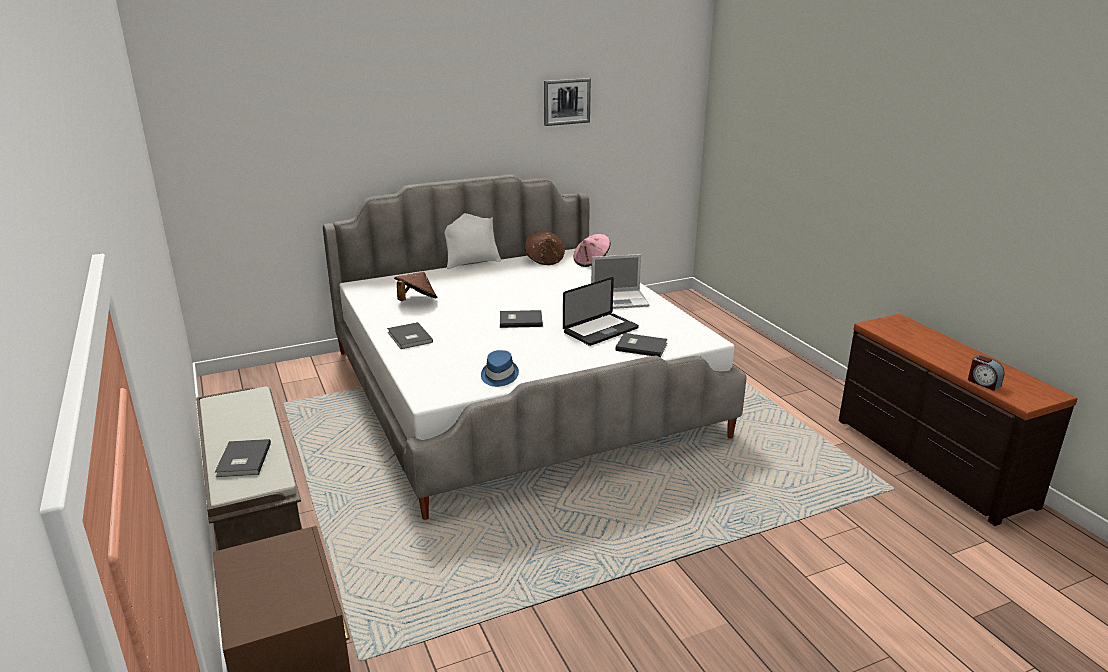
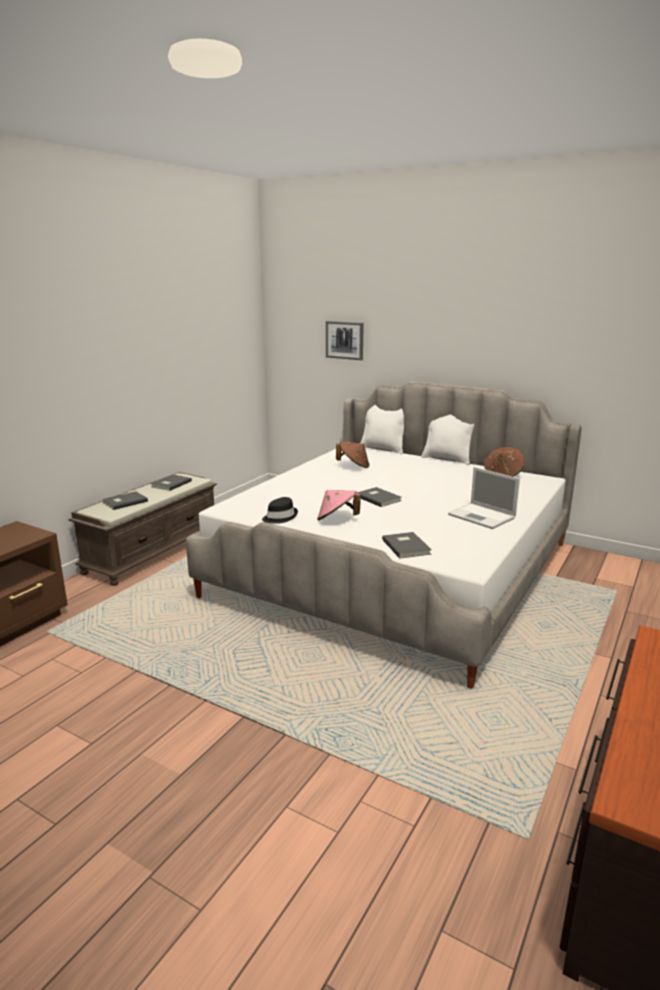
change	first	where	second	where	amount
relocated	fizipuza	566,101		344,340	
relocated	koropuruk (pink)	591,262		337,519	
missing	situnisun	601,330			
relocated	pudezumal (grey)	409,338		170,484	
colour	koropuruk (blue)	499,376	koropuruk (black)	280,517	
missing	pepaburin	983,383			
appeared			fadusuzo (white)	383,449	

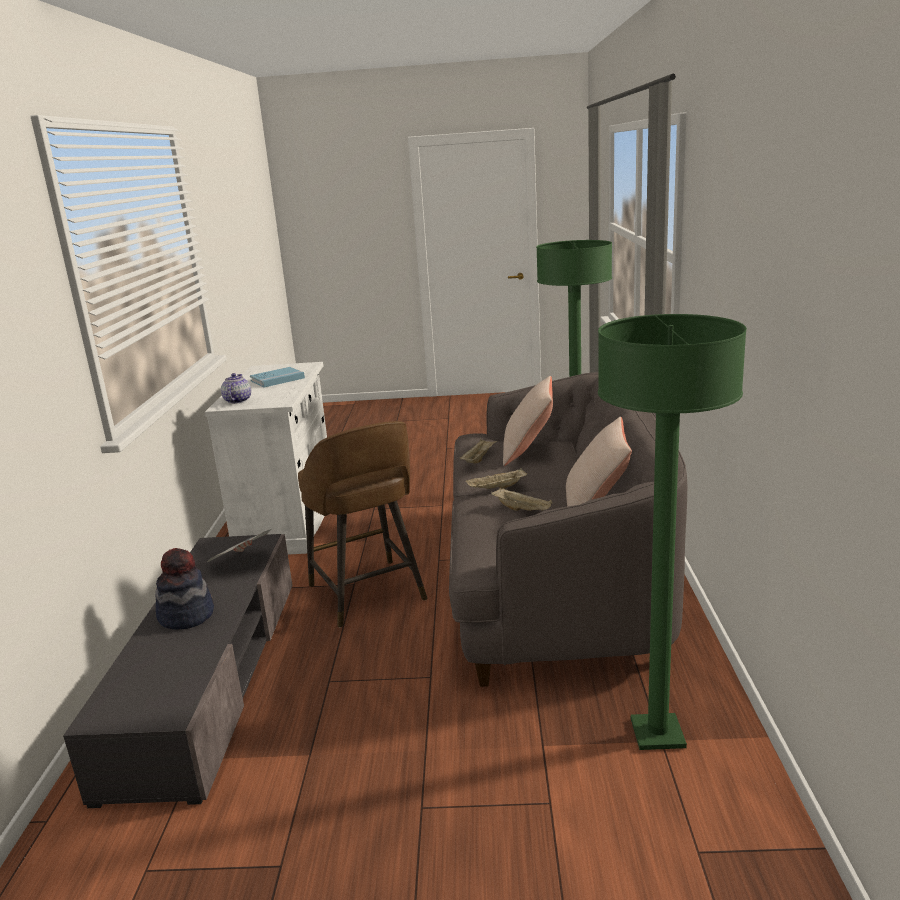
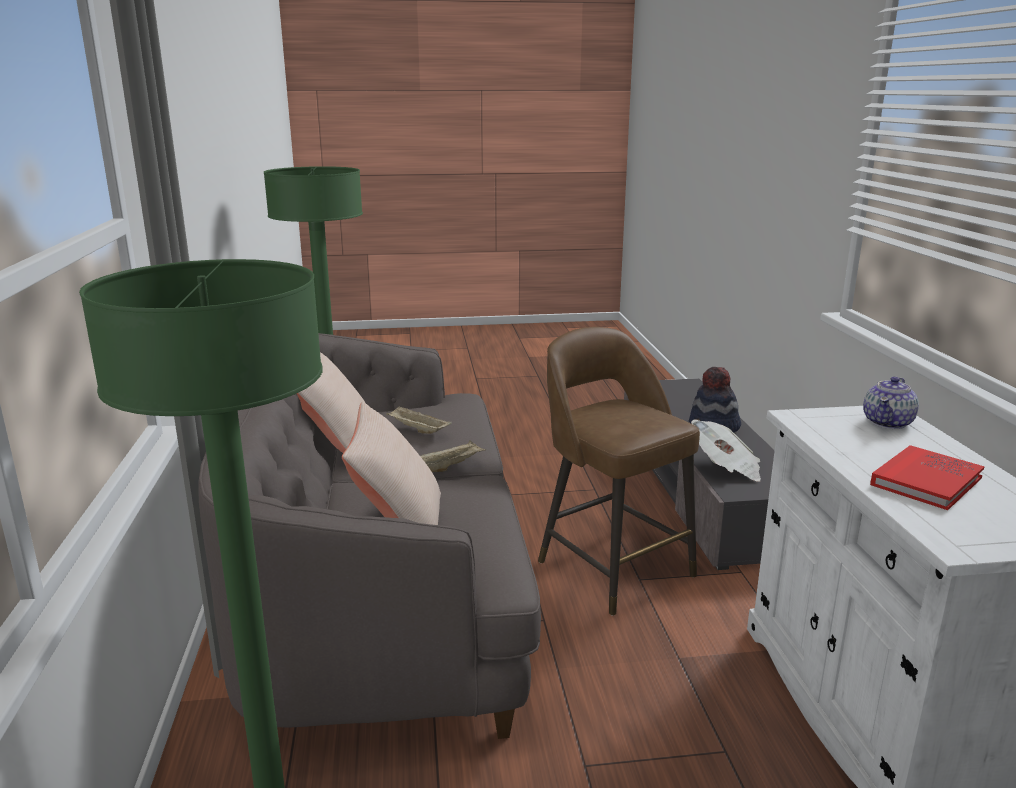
change	first	where	second	where	amount
colour	pudezumal (blue)	277,379	pudezumal (red)	926,481	
spun	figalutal	237,401		888,422	45 degrees clockwise
missing	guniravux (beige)	478,459			

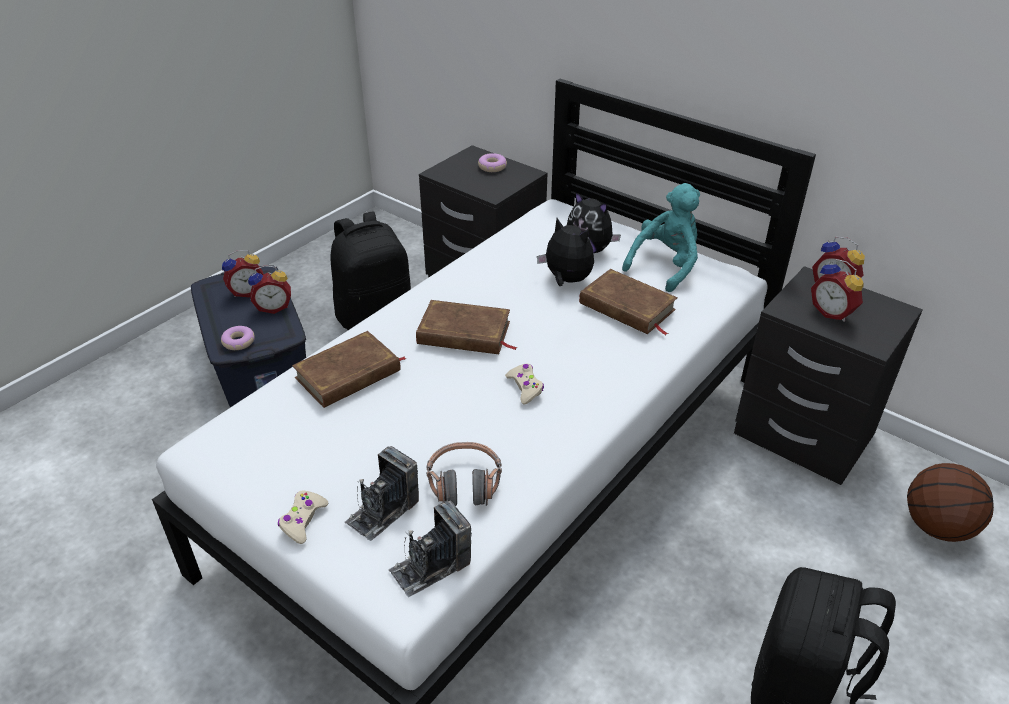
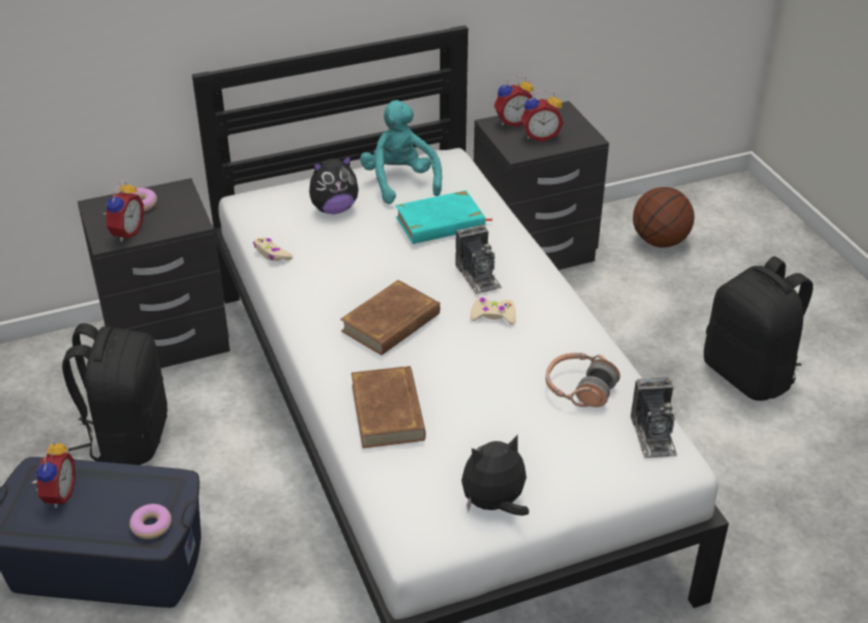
change	first	where	second	where	amount
relocated	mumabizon	566,280		494,504	
relocated	pepaburin	274,307		125,232	
colour	pudezumal (brown)	627,307	pudezumal (turquoise)	440,223	
relocated	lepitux	383,511		478,276	
relocated	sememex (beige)	303,520		272,254	

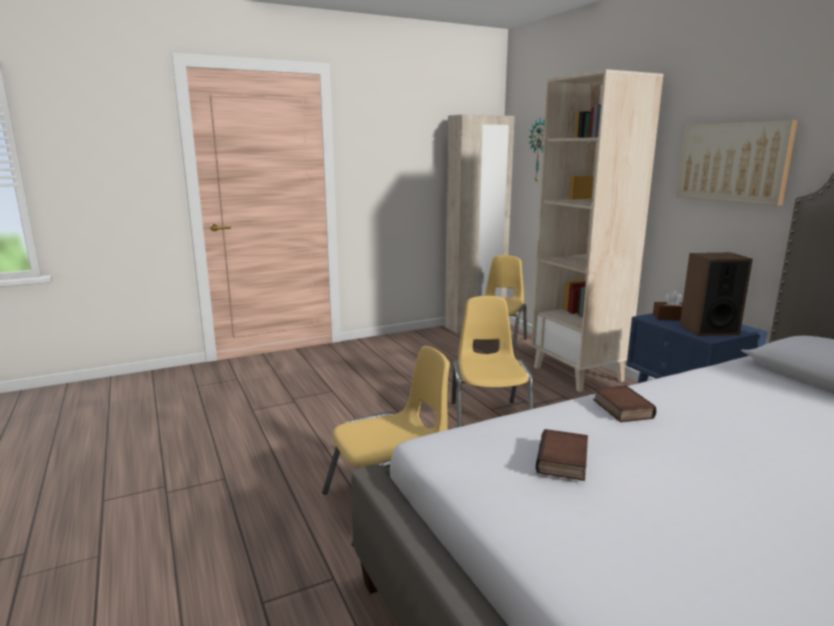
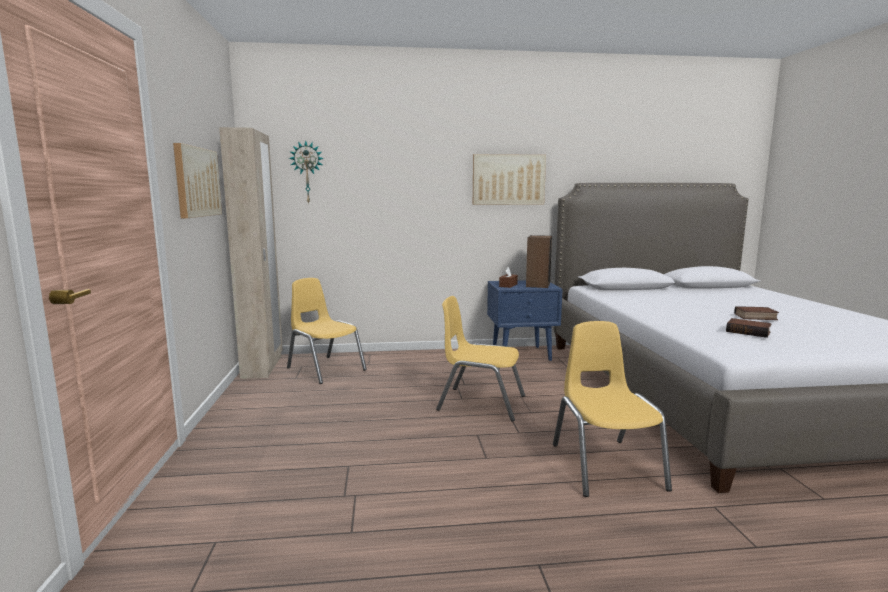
change	first	where	second	where	amount
missing	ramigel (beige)	578,374			
relocated	pudezumal	620,408		755,317	
appeared			fizipuza	196,182	

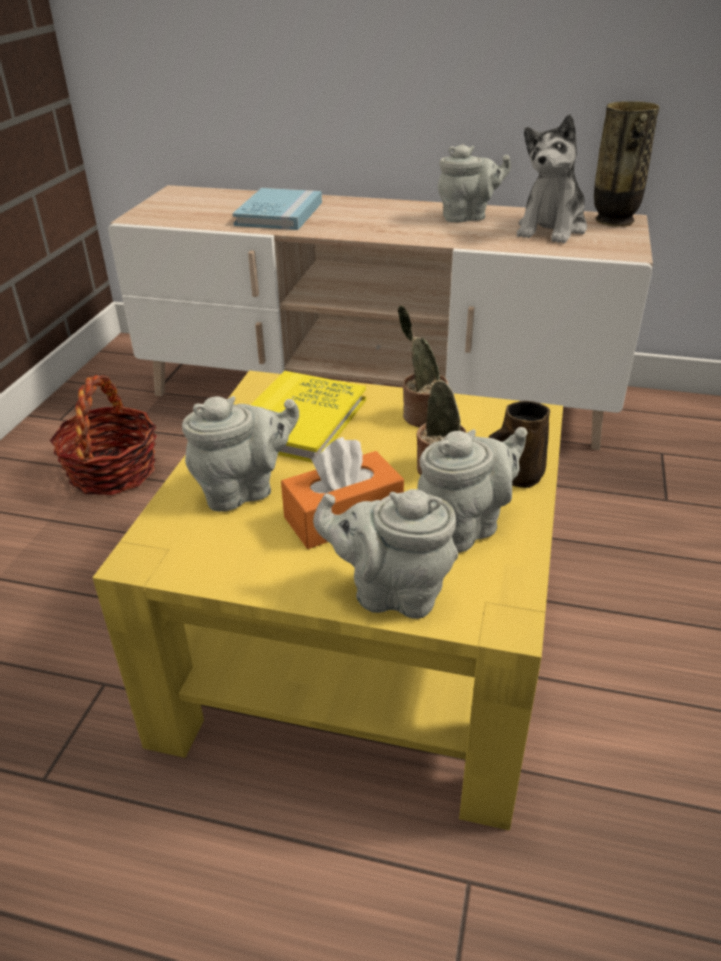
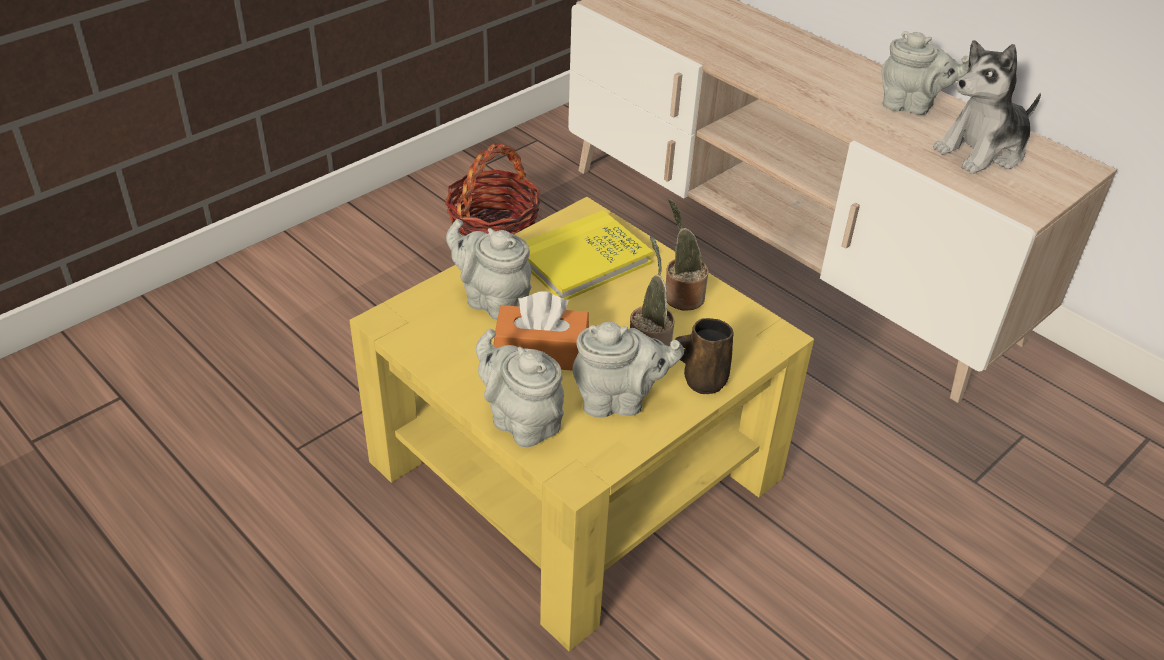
change	first	where	second	where	amount
missing	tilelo	613,221			
missing	pudezumal (blue)	279,213			
spun	figalutal (grey)	244,490		492,300	150 degrees counterclockwise

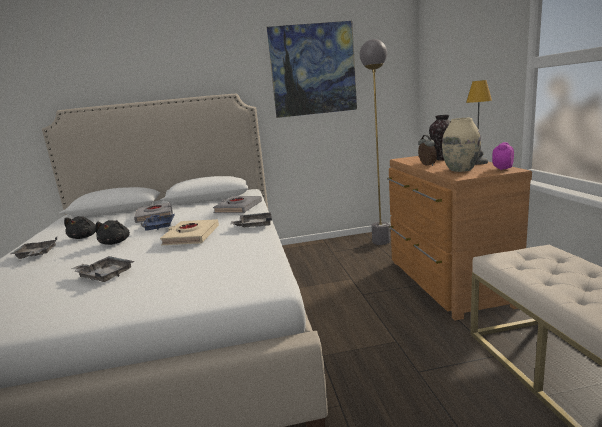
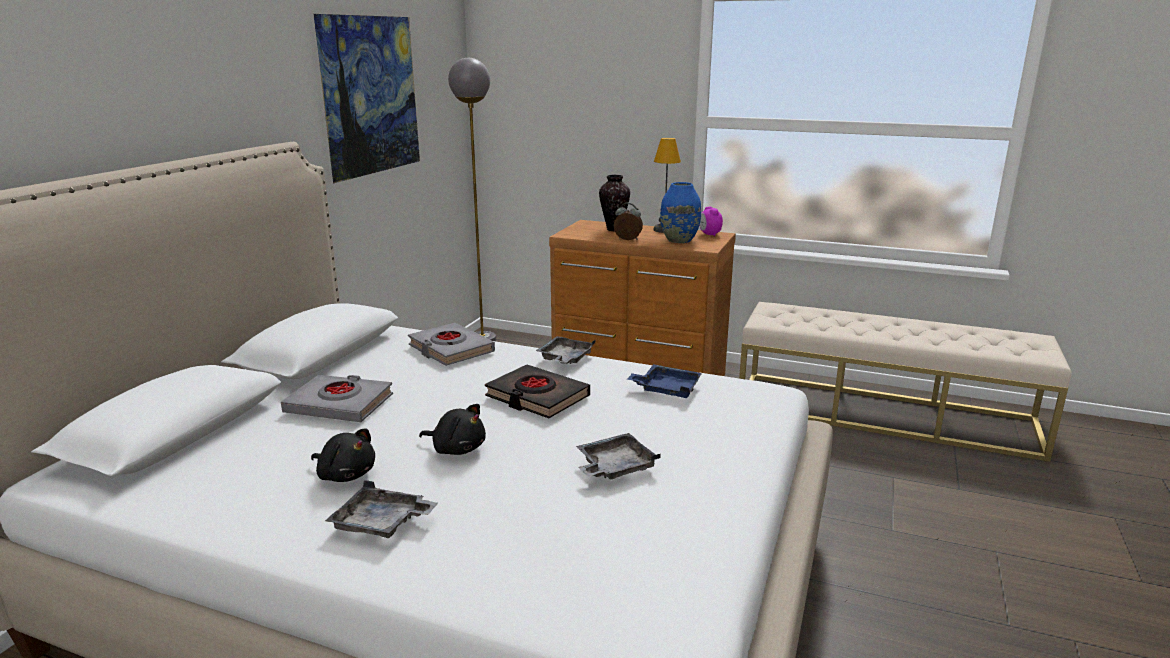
change	first	where	second	where	amount
colour	tilelo (beige)	460,169	tilelo (blue)	679,240	
relocated	guniravux (blue)	160,226		666,389	
colour	pudezumal (beige)	191,236	pudezumal (black)	537,397	

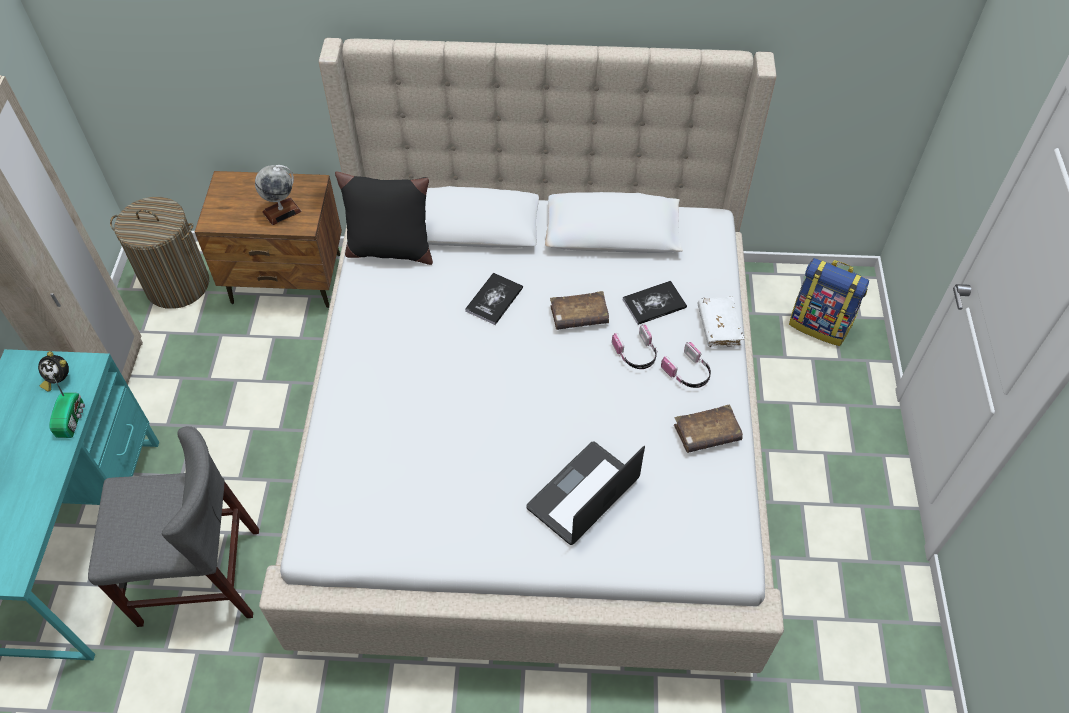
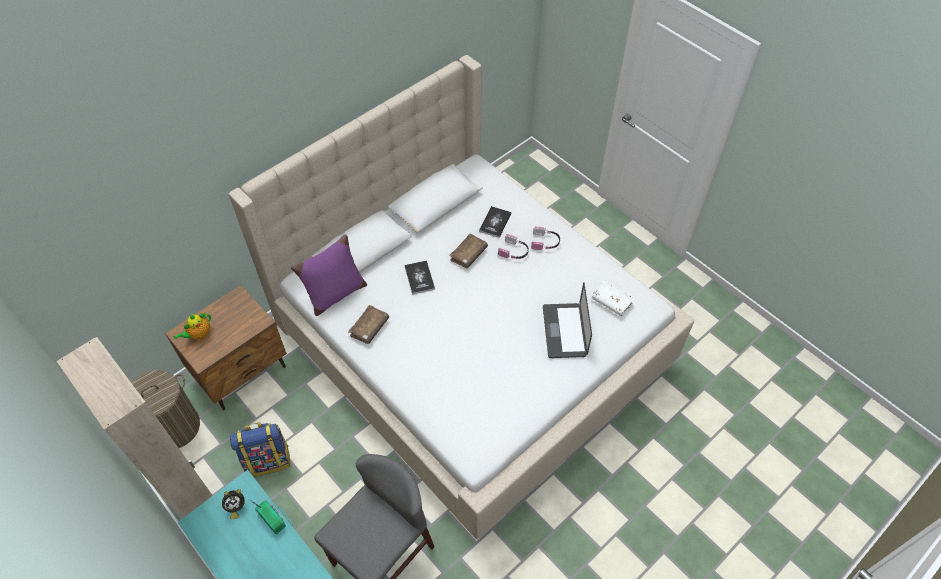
change	first	where	second	where	amount
missing	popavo	282,211			
colour	fadusuzo (black)	389,250	fadusuzo (purple)	335,295	
relocated	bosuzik	820,324		268,460	
relocated	pudezumal (white)	719,327		611,302	
relocated	pudezumal (brown)	707,434		369,328	
appeared			figalutal	199,334	

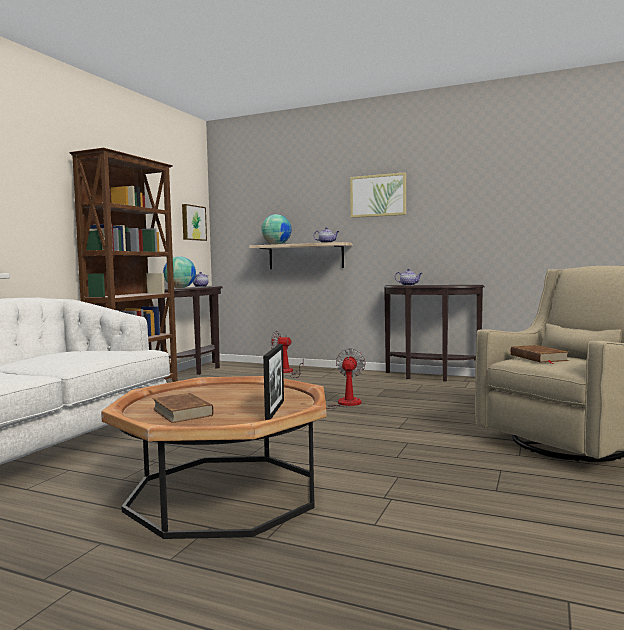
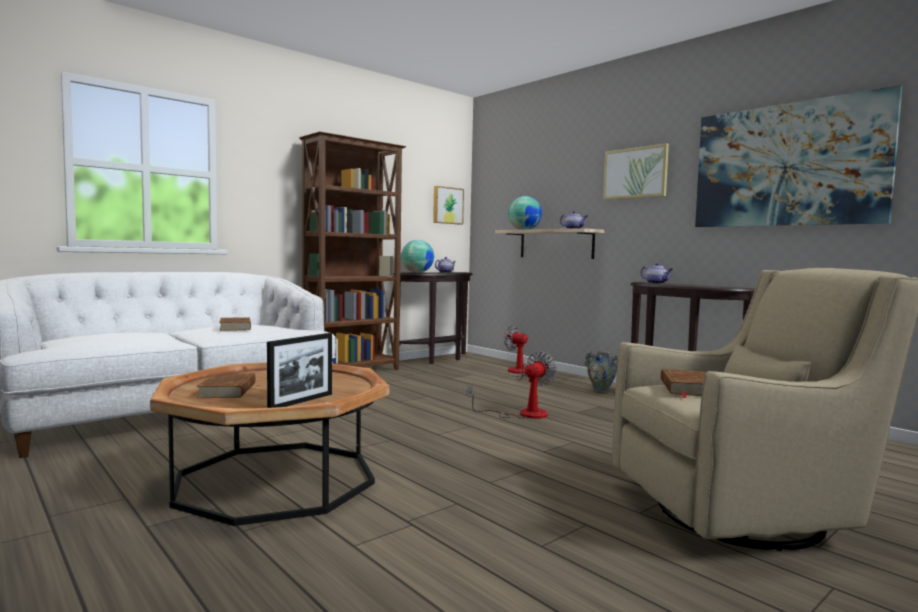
change	first	where	second	where	amount
appeared			fizipuza	787,165	
appeared			pudezumal (brown)	235,327	
appeared			tilelo	601,390	

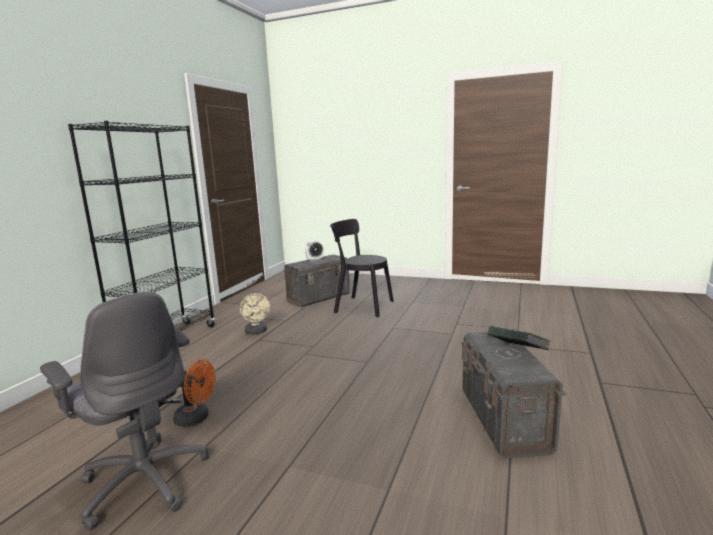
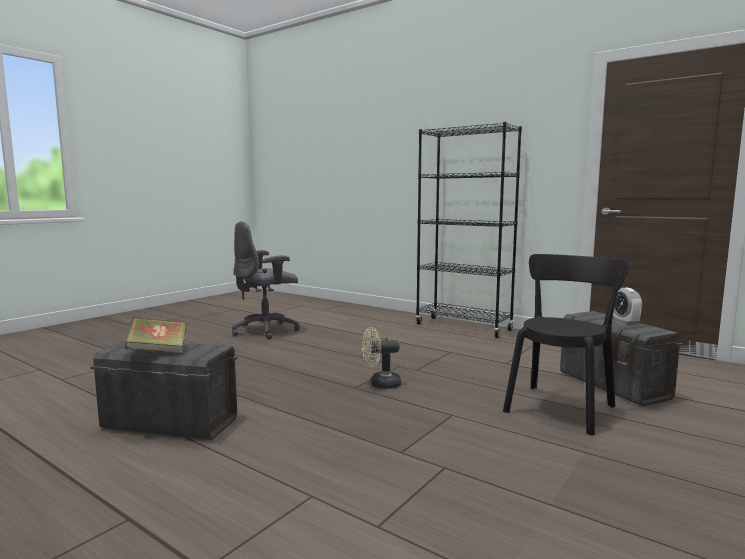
change	first	where	second	where	amount
relocated	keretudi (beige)	256,332		380,384	
missing	keretudi (orange)	197,418			

